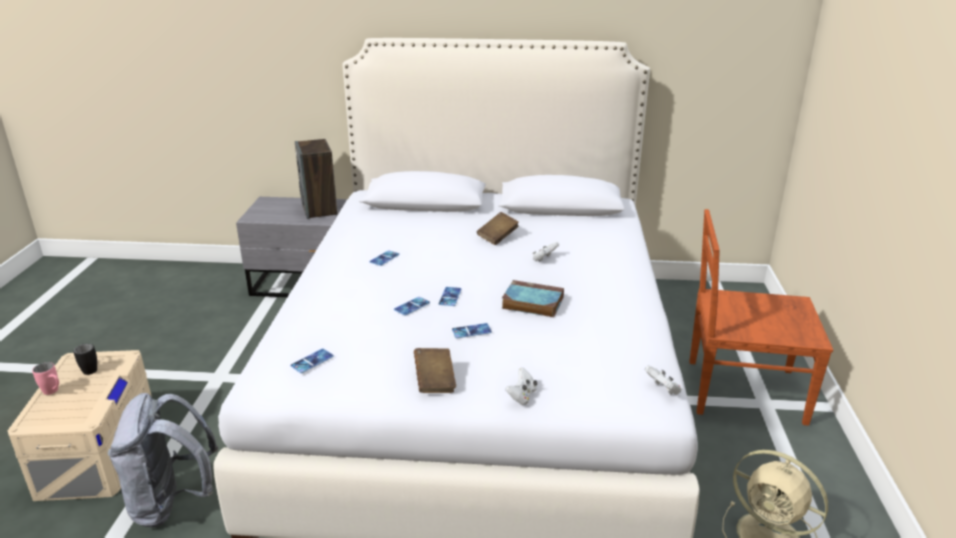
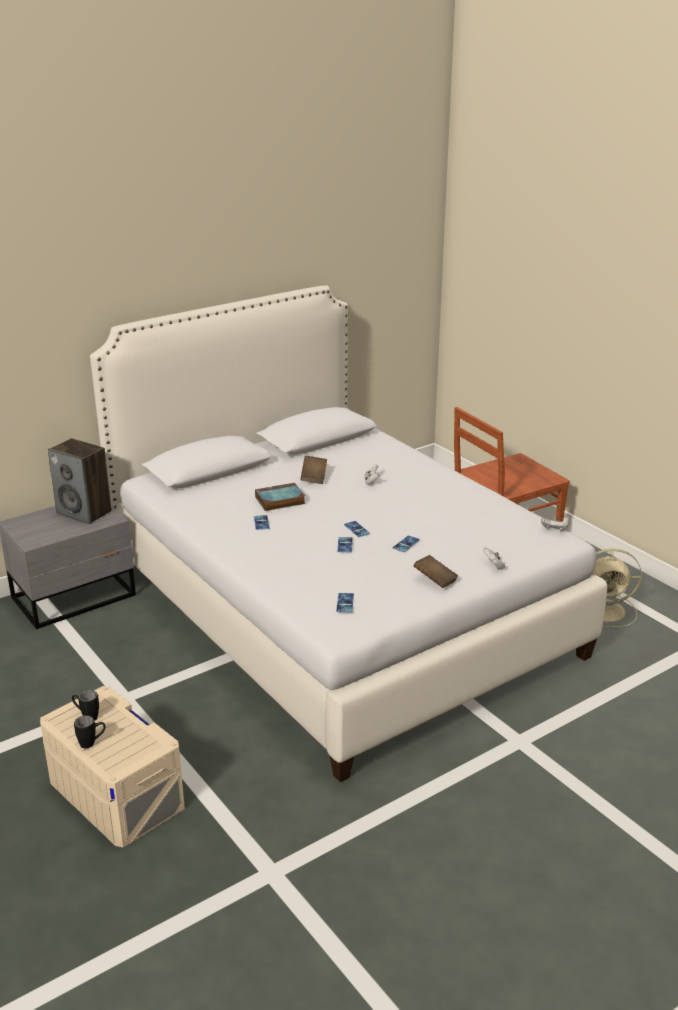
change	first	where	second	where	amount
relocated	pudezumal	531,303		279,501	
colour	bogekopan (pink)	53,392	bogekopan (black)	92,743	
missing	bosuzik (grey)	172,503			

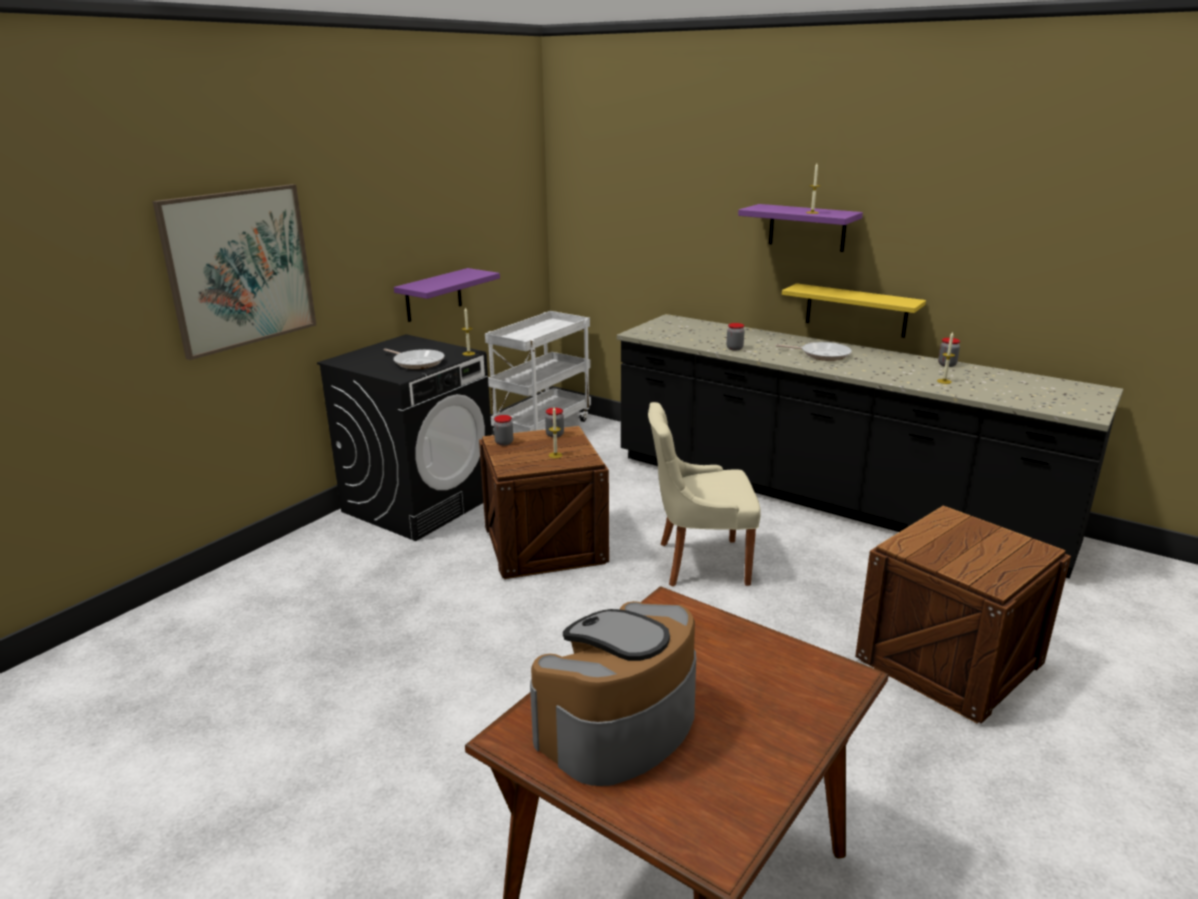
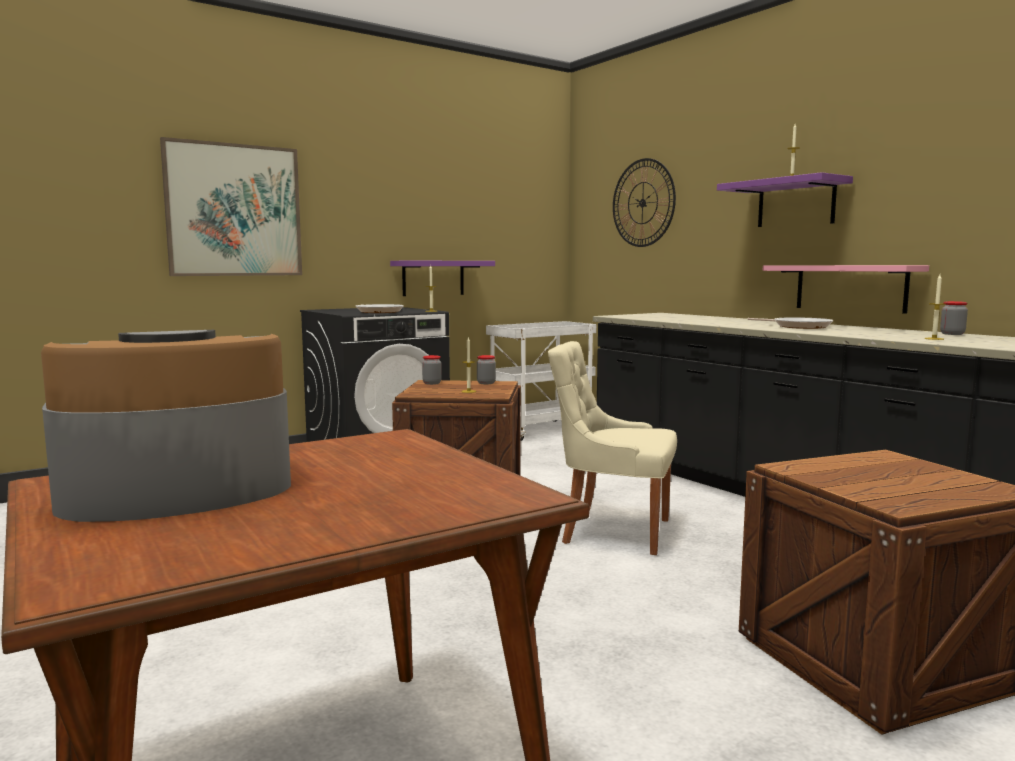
change	first	where	second	where	amount
colour	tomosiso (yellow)	856,310	tomosiso (pink)	850,288	
missing	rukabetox	734,348			
appeared			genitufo	643,203	

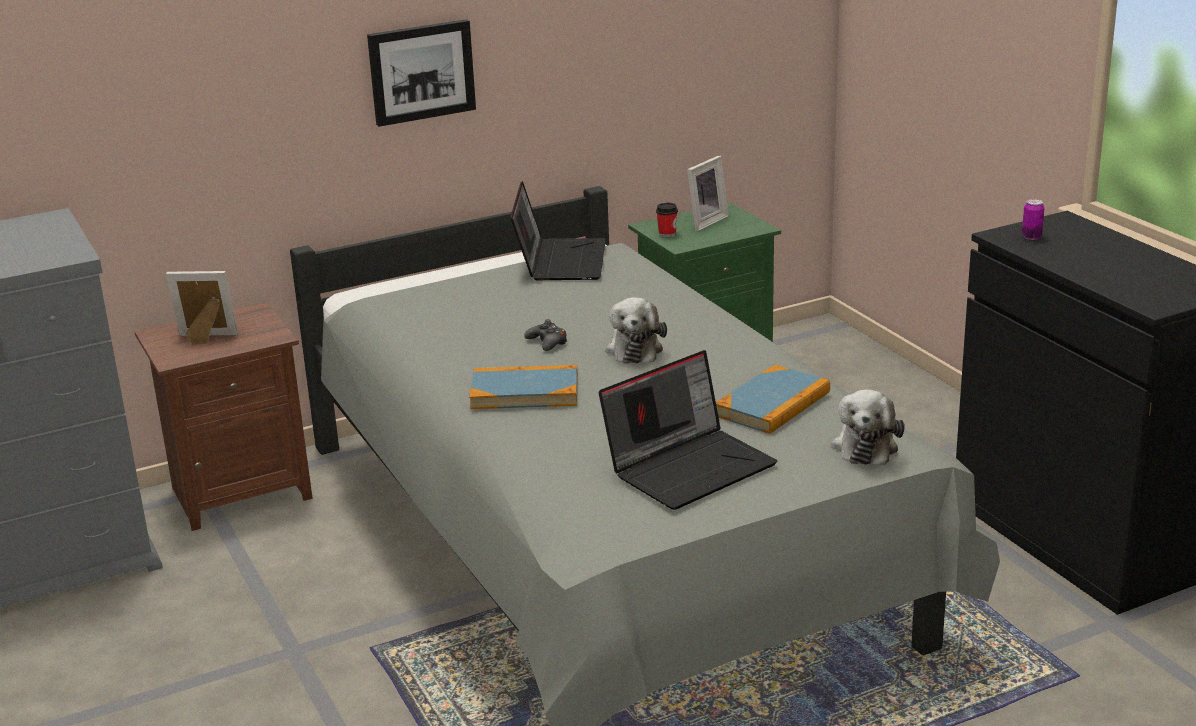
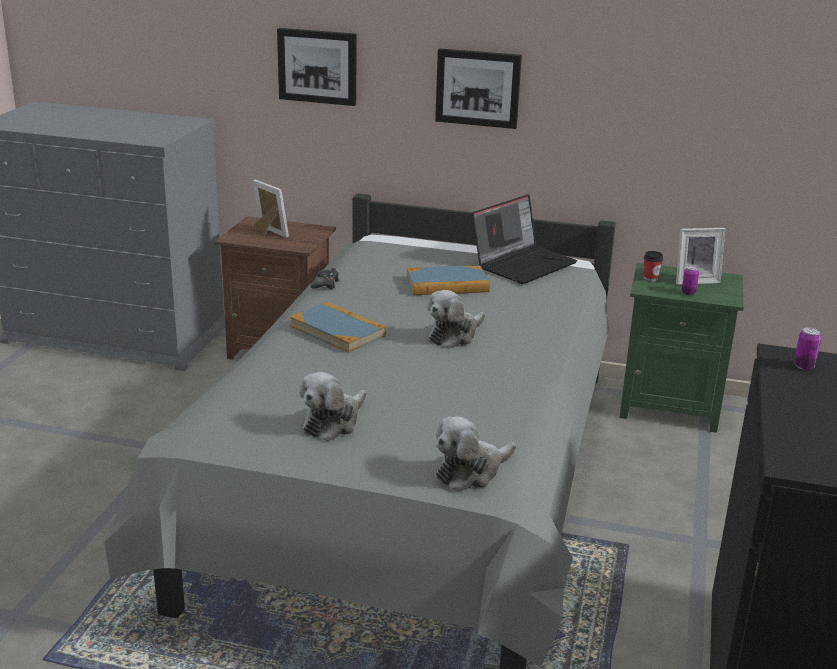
change	first	where	second	where	amount
relocated	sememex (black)	547,342		325,284	
exchanged	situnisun	690,466	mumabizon	333,422	
relocated	pudezumal	773,404		447,284	
appeared			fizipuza	317,66	
appeared			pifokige	688,293	

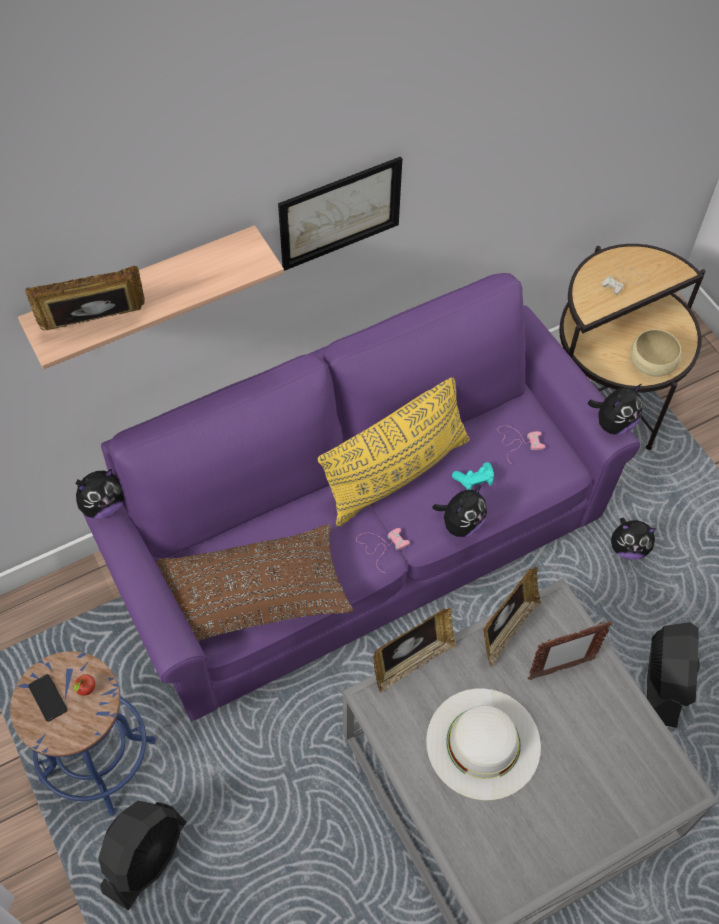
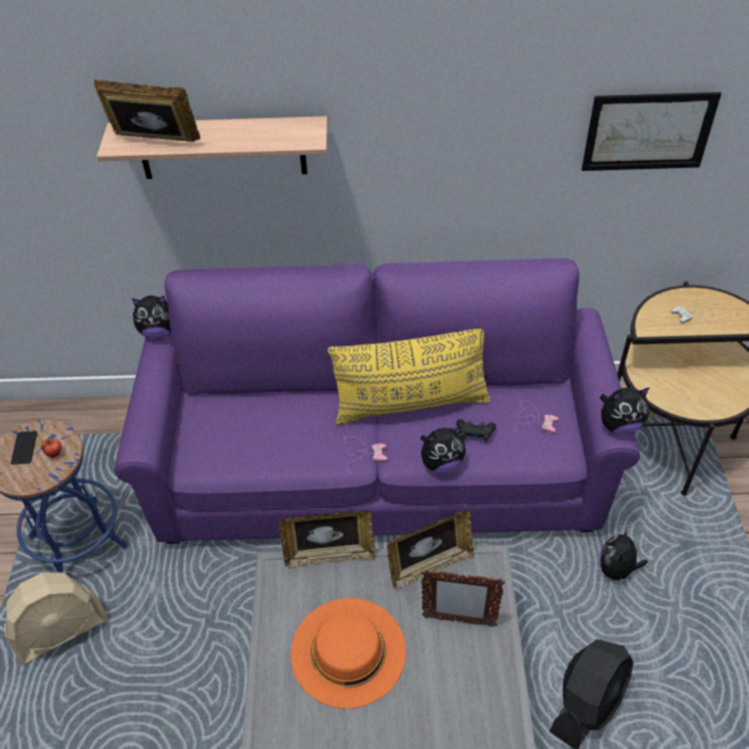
change	first	where	second	where	amount
relocated	fizipuza	340,213		648,131	
missing	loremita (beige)	652,362			
colour	sememex (turquoise)	474,480	sememex (black)	475,434	
spun	mumabizon	628,548		617,570	75 degrees clockwise
missing	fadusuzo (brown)	255,596			
colour	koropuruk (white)	483,743	koropuruk (orange)	348,651	
colour	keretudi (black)	146,857	keretudi (beige)	61,631	

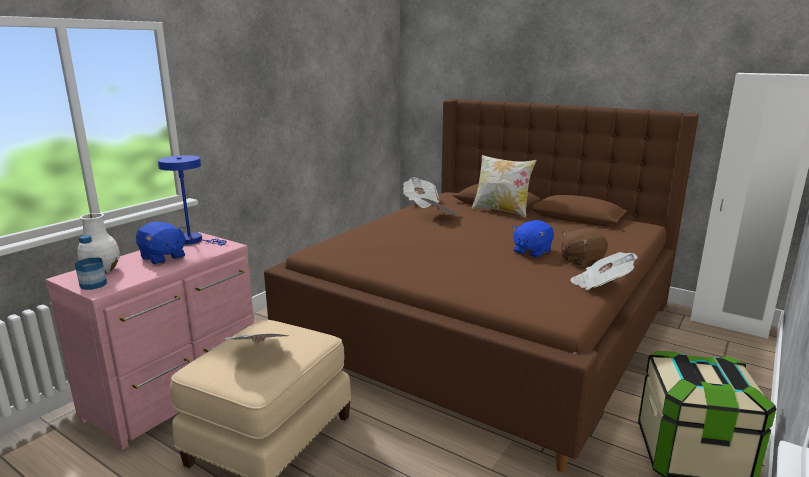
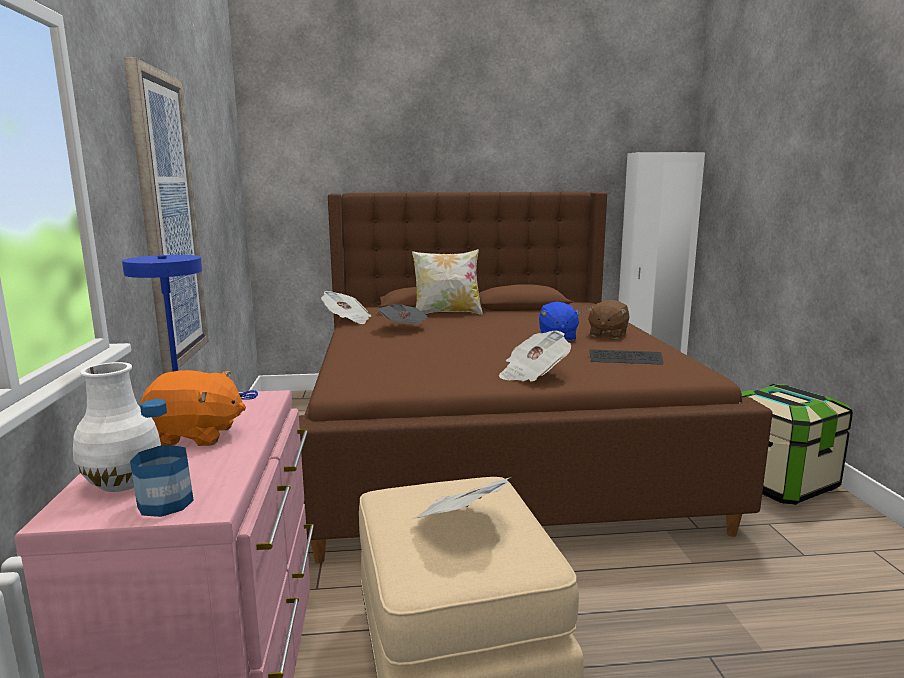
change	first	where	second	where	amount
colour	mumabizon (blue)	162,258	mumabizon (orange)	195,436	
relocated	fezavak	601,285		532,374	
appeared			fizipuza	167,221	
appeared			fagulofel	625,359	

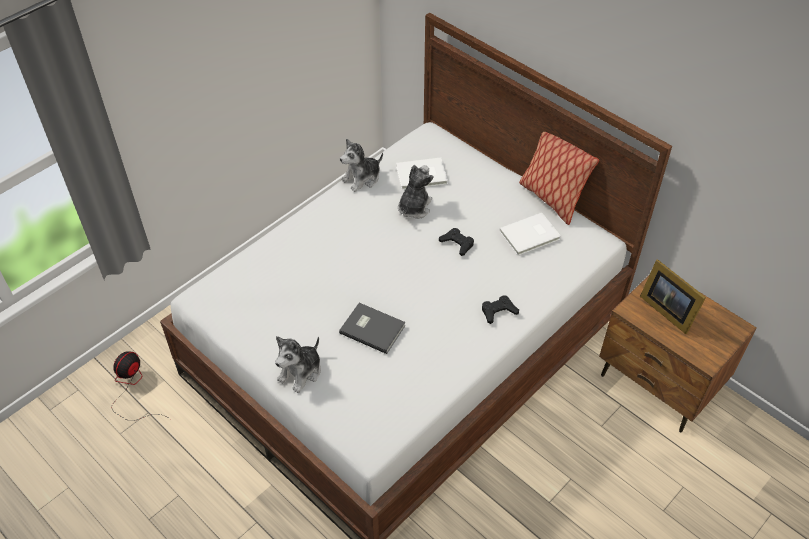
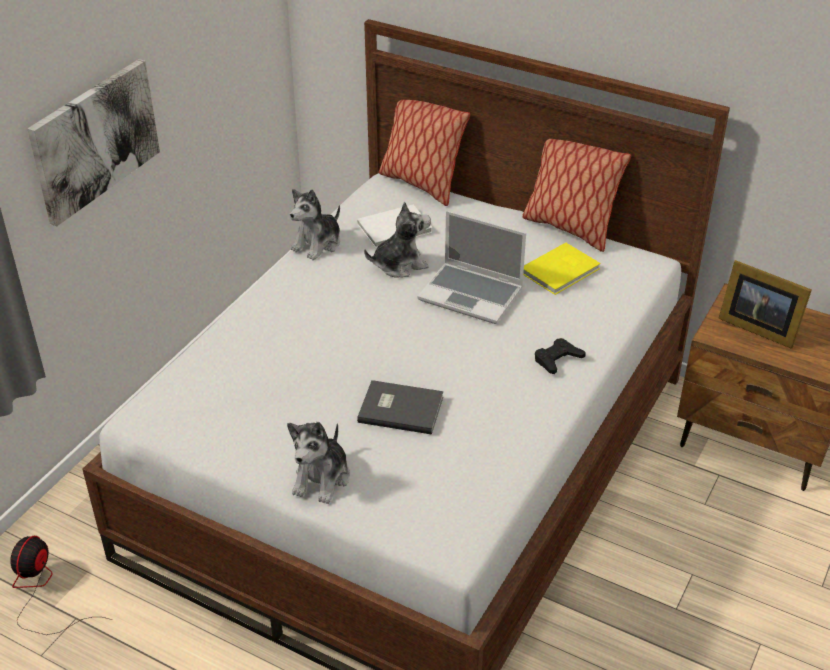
change	first	where	second	where	amount
spun	mumabizon	414,207		399,264	60 degrees clockwise
colour	pudezumal (white)	531,236	pudezumal (yellow)	562,271	
exchanged	sememex (black)	457,243	situnisun	472,294	
appeared			fizipuza	94,140	
appeared			fadusuzo	421,184	

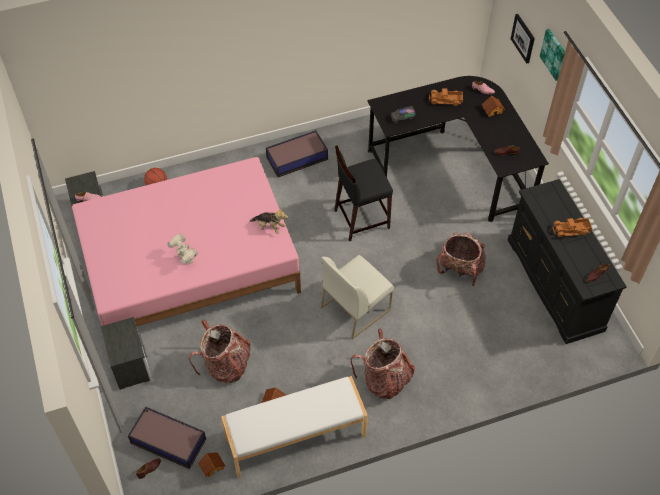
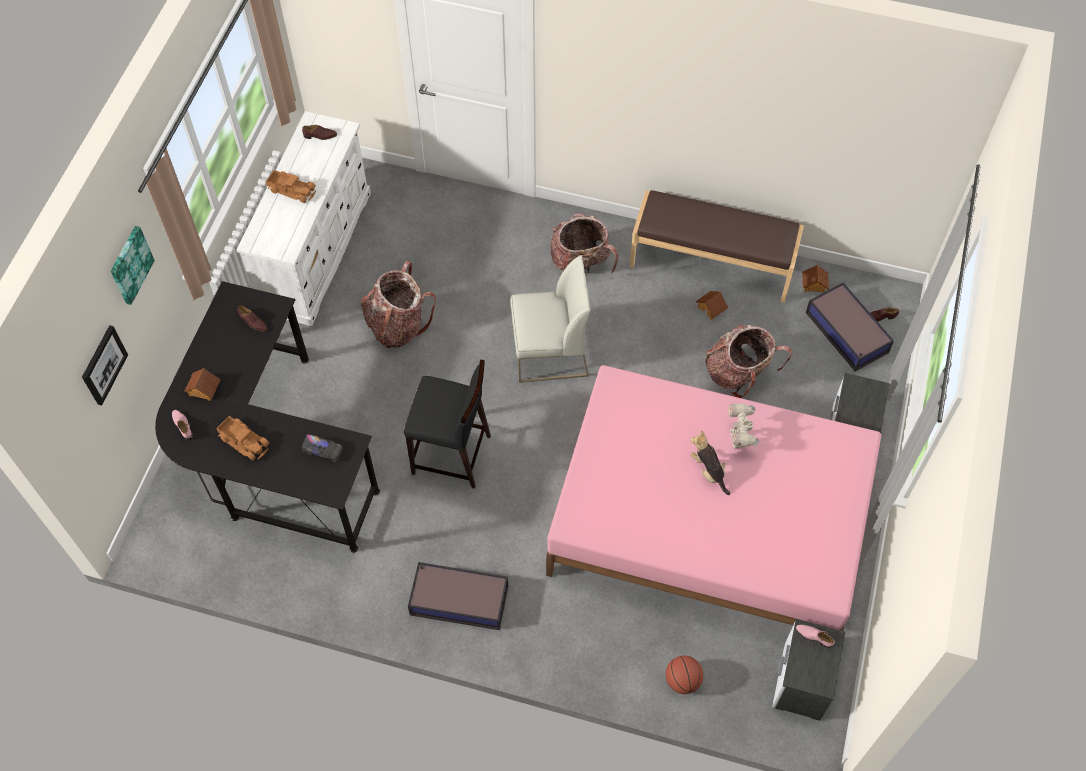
change	first	where	second	where	amount
colour	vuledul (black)	555,284	vuledul (white)	316,250	
relocated	mumabizon	269,227		709,471	
colour	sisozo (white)	296,438	sisozo (brown)	712,263	

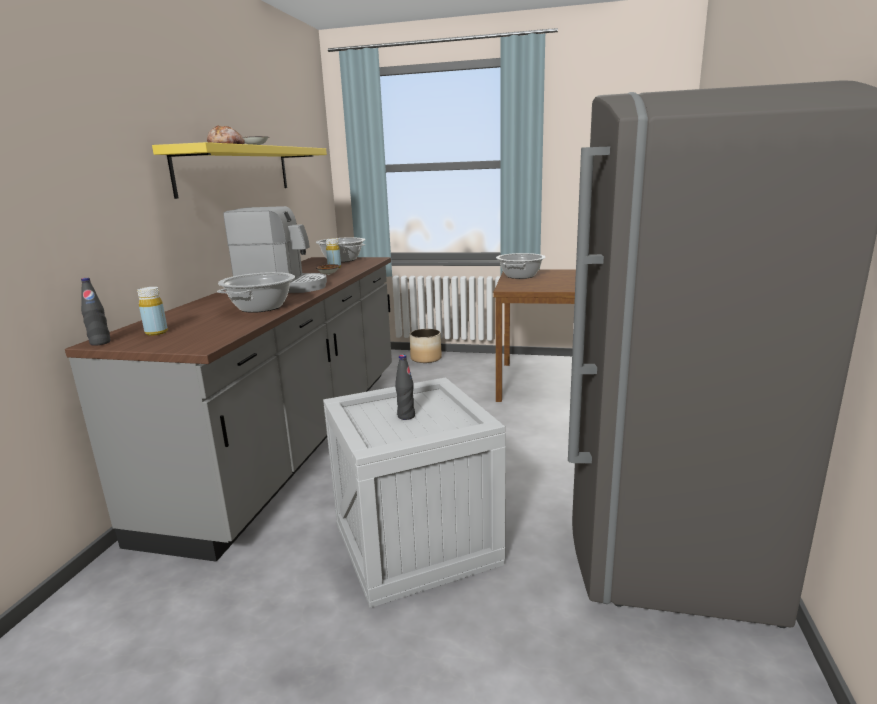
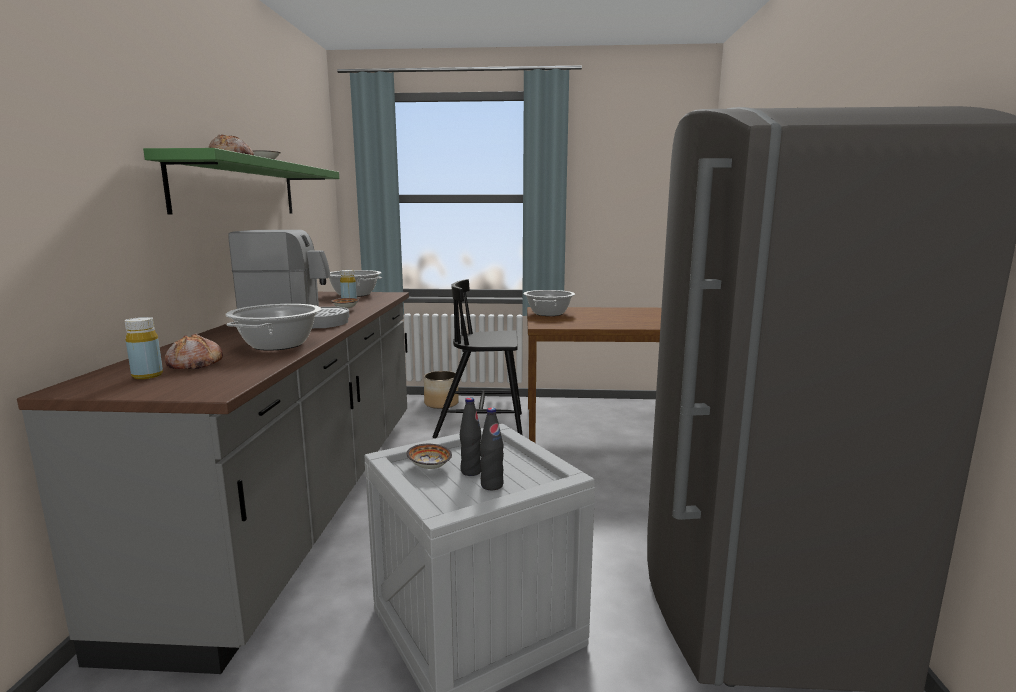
change	first	where	second	where	amount
colour	tomosiso (yellow)	236,170	tomosiso (green)	238,188	
relocated	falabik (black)	100,343		492,485	
appeared			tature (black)	481,425	
appeared			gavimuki	194,364	
appeared			loremita	429,467	

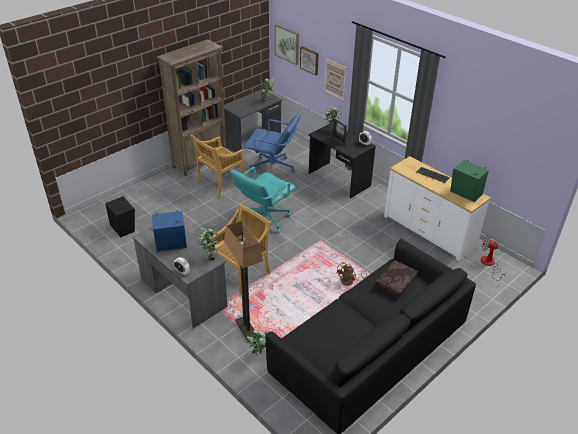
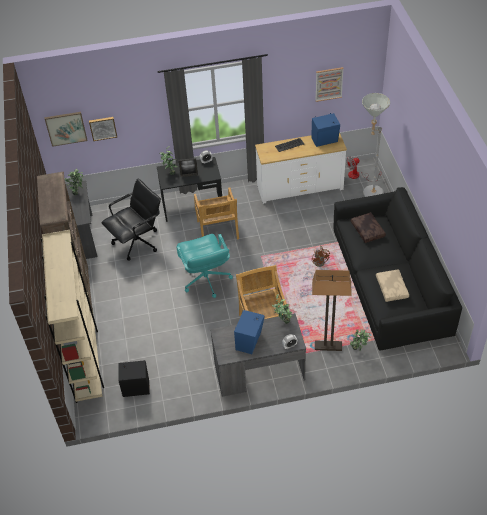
change	first	where	second	where	amount
relocated	fizipuza	335,79		329,84	
colour	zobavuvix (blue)	272,168	zobavuvix (black)	137,242	
relocated	tature (beige)	219,183		218,231	
colour	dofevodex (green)	466,194	dofevodex (blue)	325,140	
appeared			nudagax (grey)	368,193	
appeared			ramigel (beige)	86,361	
appeared			fadusuzo (beige)	392,288	

